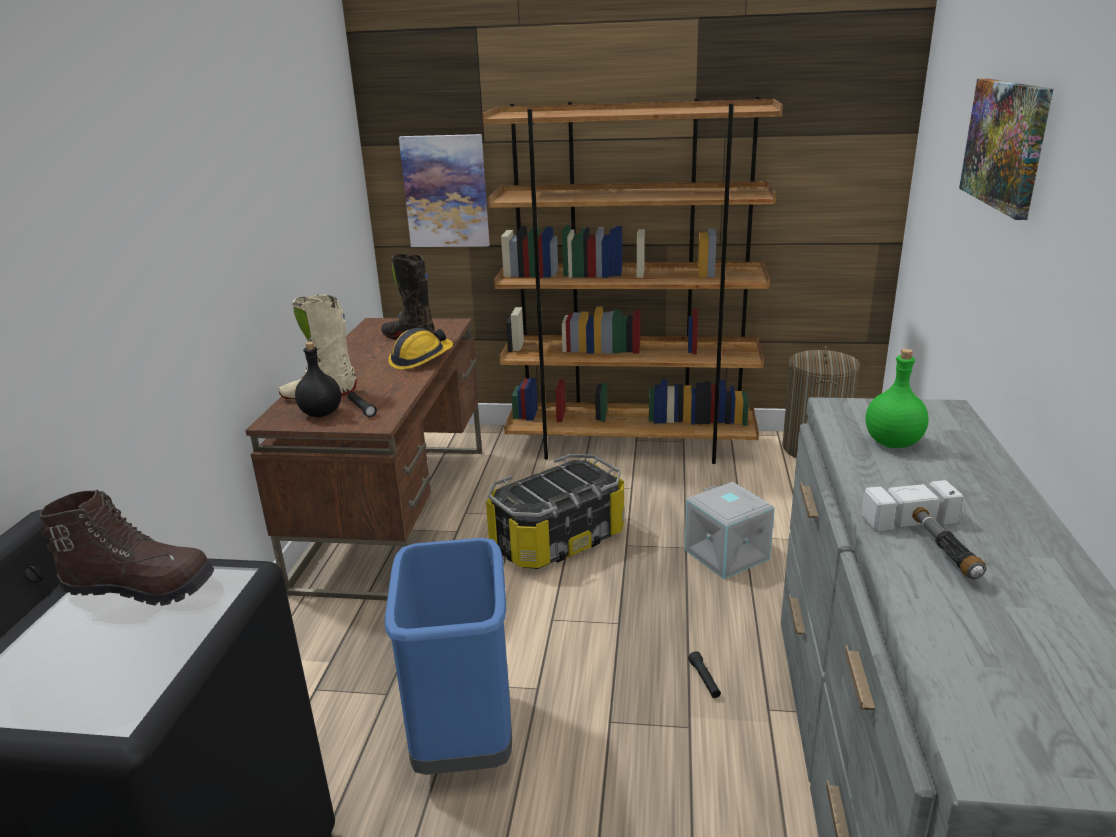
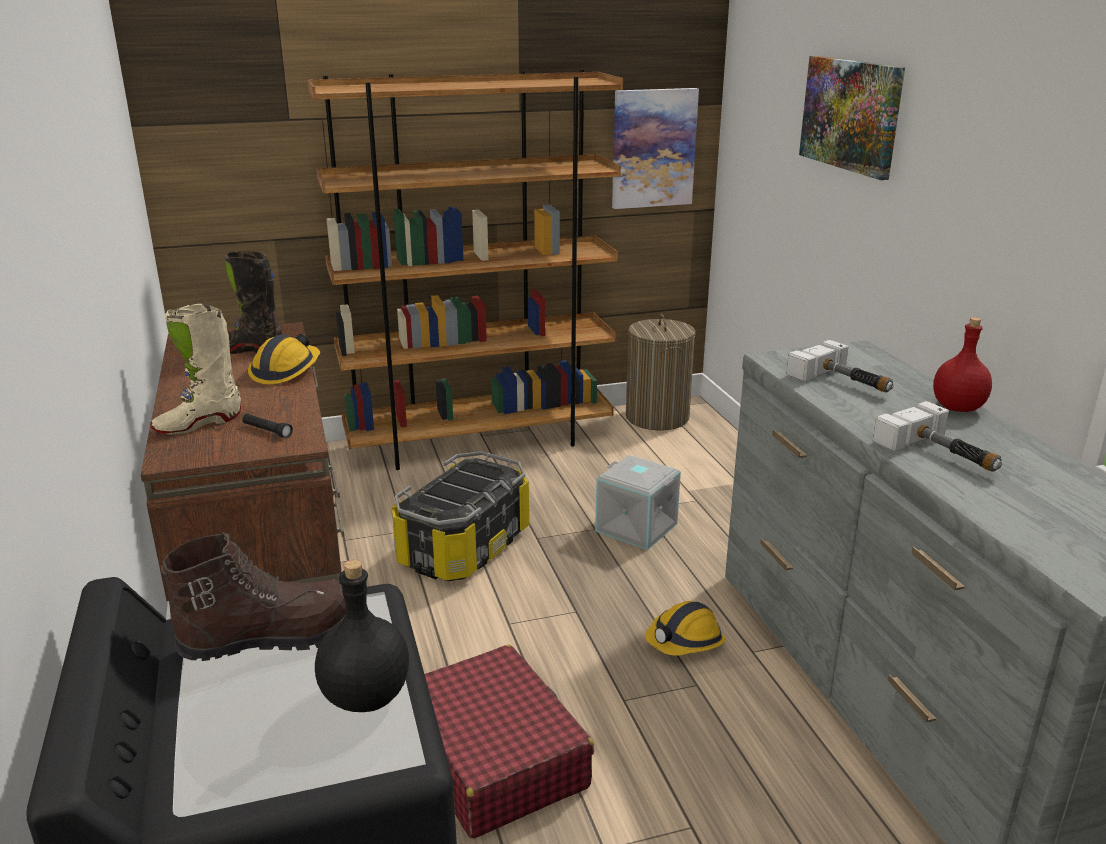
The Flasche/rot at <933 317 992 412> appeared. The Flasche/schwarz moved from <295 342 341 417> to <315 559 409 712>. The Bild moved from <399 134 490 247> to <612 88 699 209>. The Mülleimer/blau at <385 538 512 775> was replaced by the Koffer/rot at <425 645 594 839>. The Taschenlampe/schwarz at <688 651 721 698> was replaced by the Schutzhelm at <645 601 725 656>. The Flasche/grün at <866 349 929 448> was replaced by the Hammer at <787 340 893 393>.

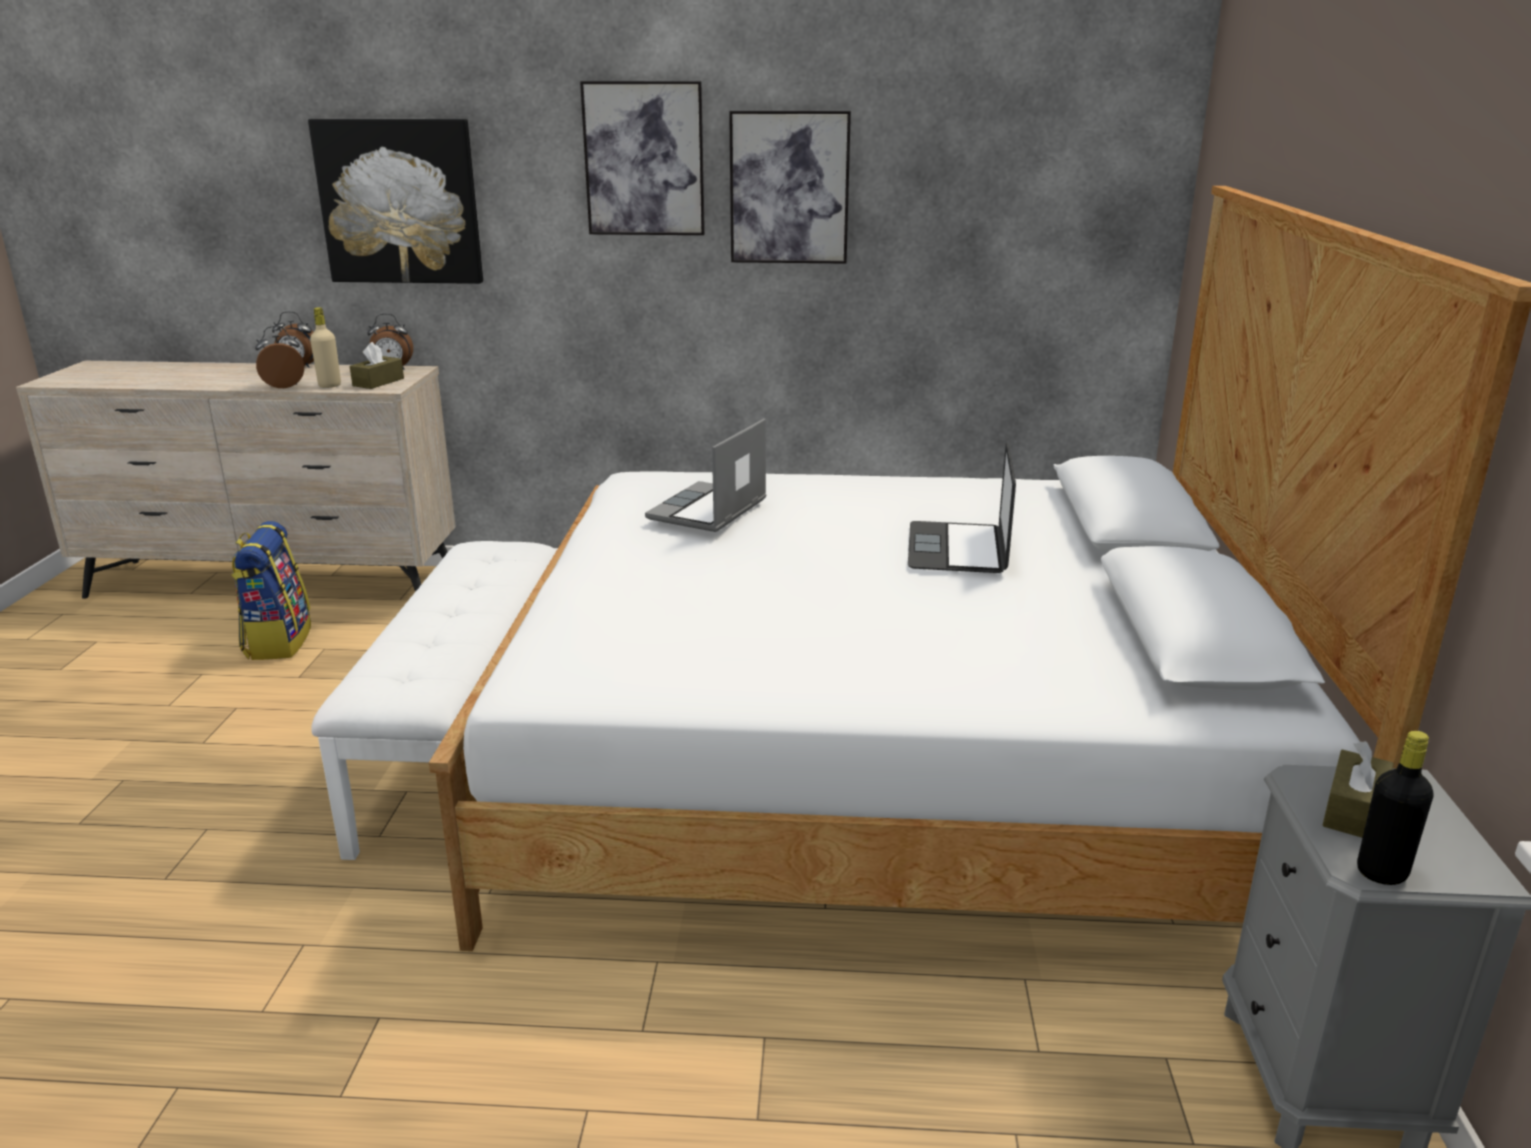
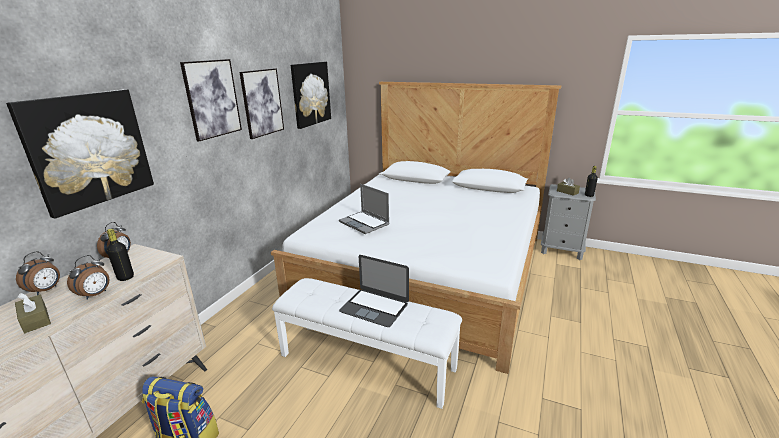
The Bild at <291 62 331 129> appeared. The Taschentuchbox/braun moved from <350 342 404 389> to <15 293 51 333>. The Laptop moved from <908 443 1016 573> to <339 255 409 327>. The Flasche/beige at <310 307 341 388> became the Flasche/schwarz at <107 229 134 281>. The Wecker at <255 326 304 388> turned 150 degrees counterclockwise.

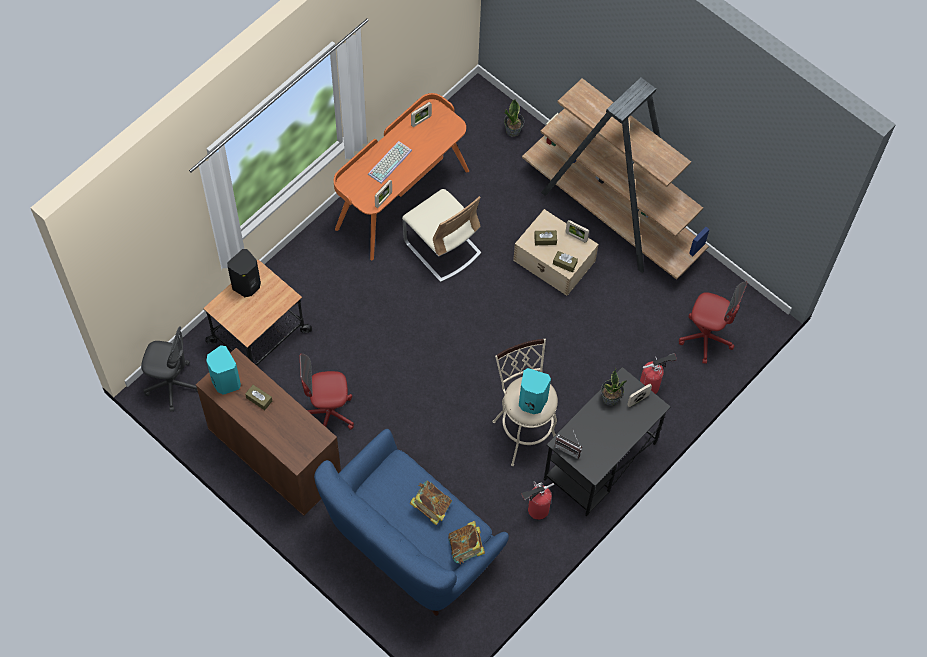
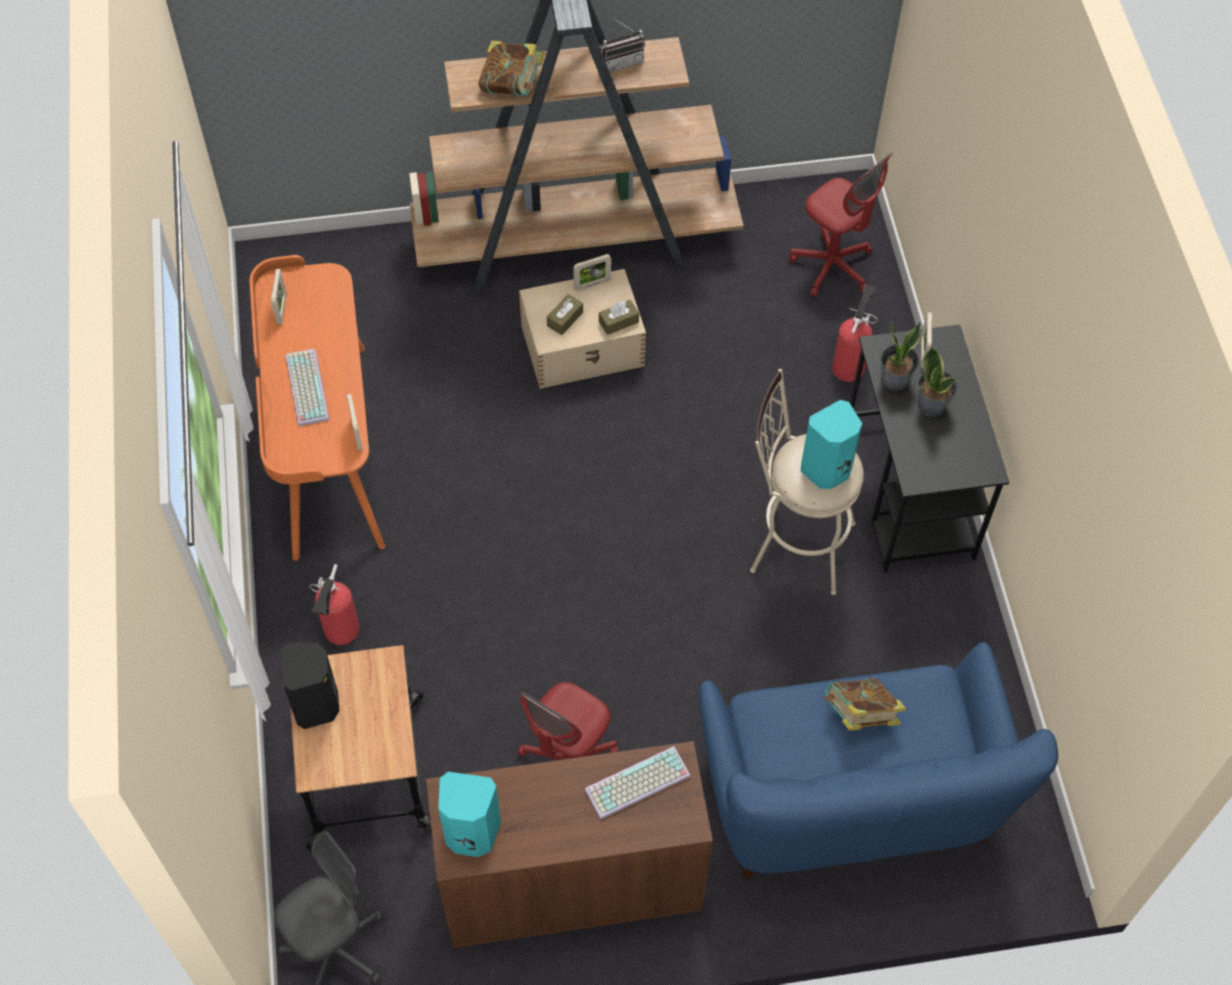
The Taschentuchbox/braun at <245 385 272 410> disappeared. The Stuhl/beige at <402 189 481 282> disappeared. The Tastatur at <584 746 691 820> appeared. The Buch moved from <448 521 485 565> to <478 41 545 96>. The Topfpflanze moved from <504 99 524 137> to <918 347 957 417>. The Feuerlöscher moved from <521 481 554 520> to <309 564 359 645>. The Radio moved from <555 428 582 459> to <601 17 645 72>. The Bürostuhl/rot at <679 281 747 364> turned 75 degrees clockwise.

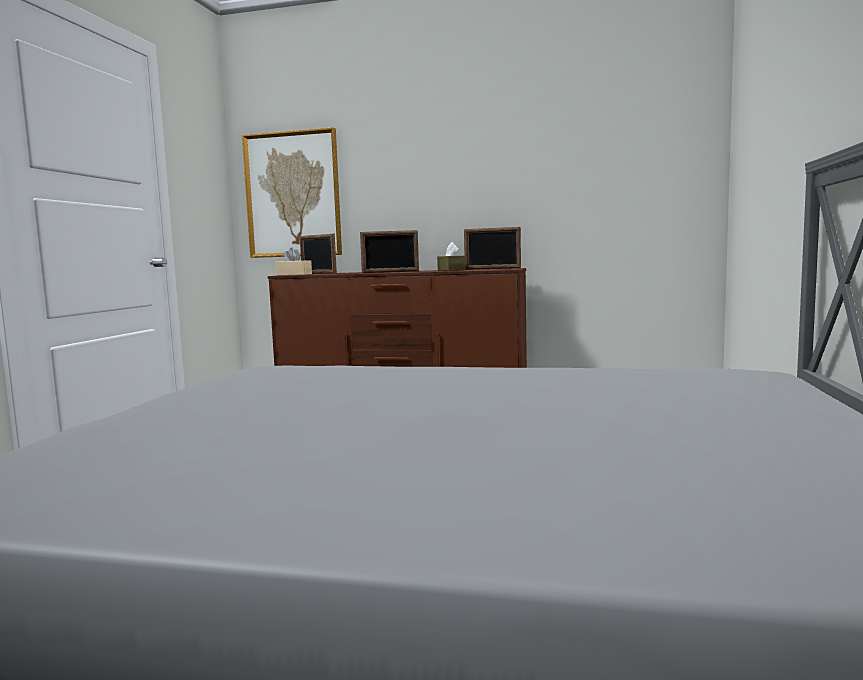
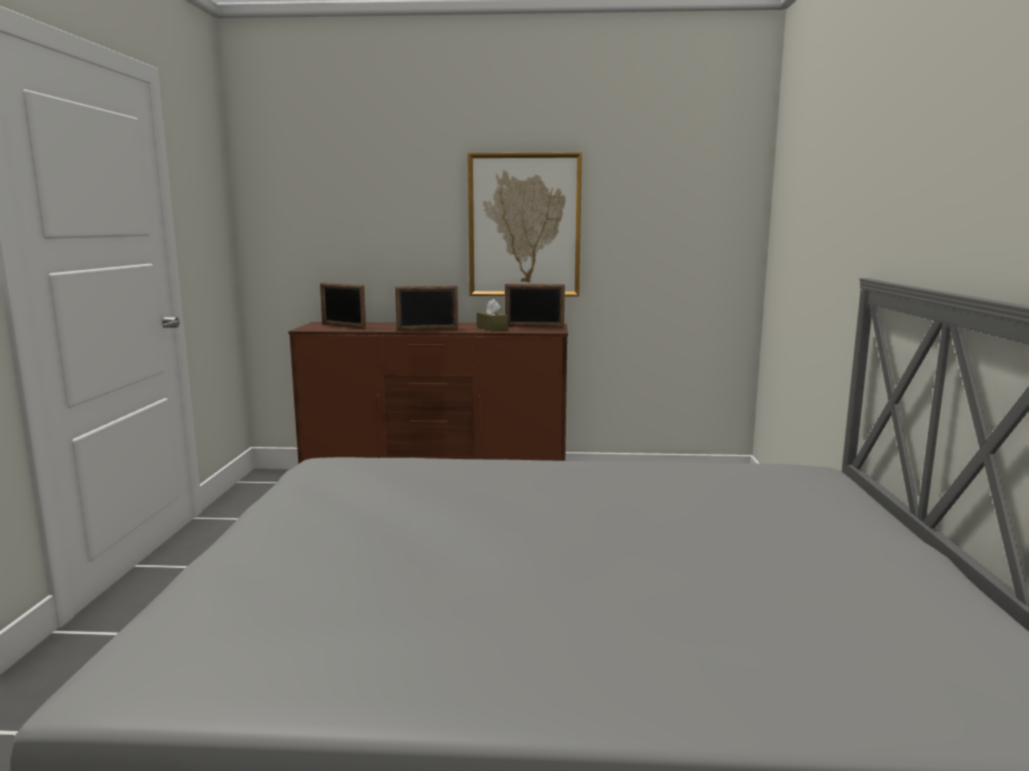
The Taschentuchbox/beige at <275 248 312 276> disappeared. The Bild moved from <242 127 342 258> to <468 152 582 296>.

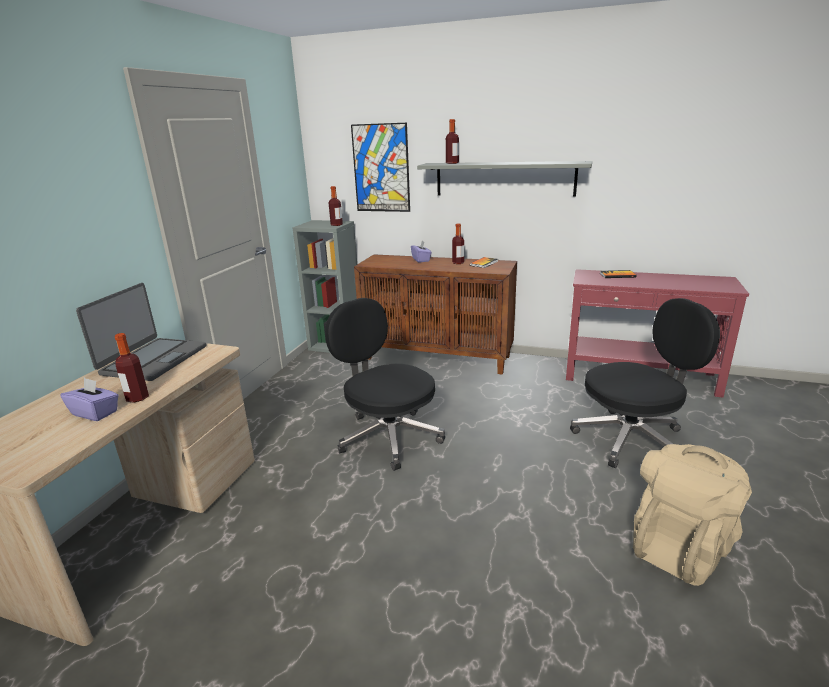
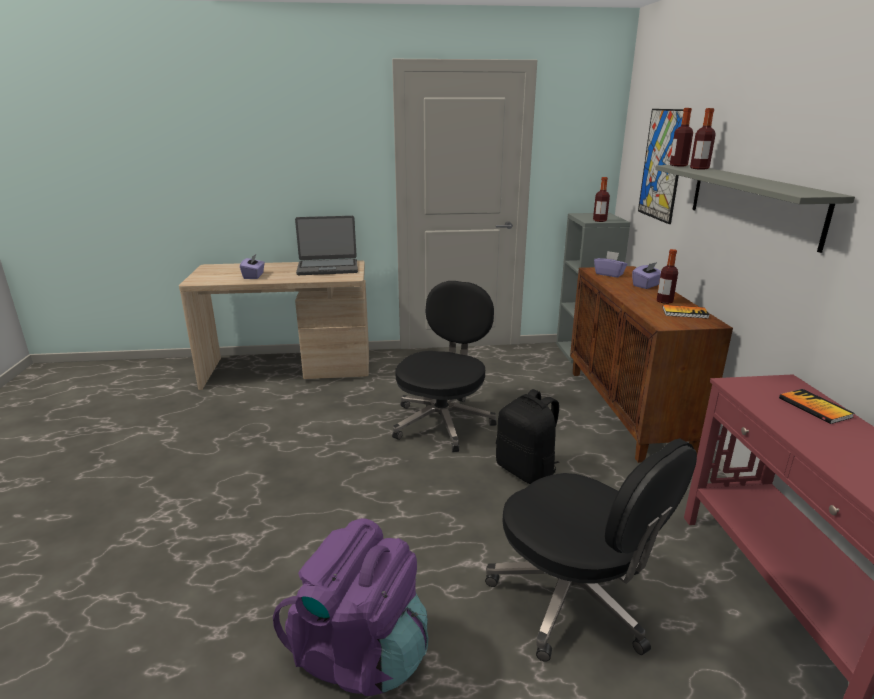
The Rucksack/schwarz at <496 389 559 484> appeared. The Taschentuchbox/lila at <594 251 628 278> appeared. The Flasche moved from <115 333 149 403> to <670 108 693 167>. The Rucksack/beige at <633 444 752 586> became the Rucksack/lila at <273 518 428 696>.

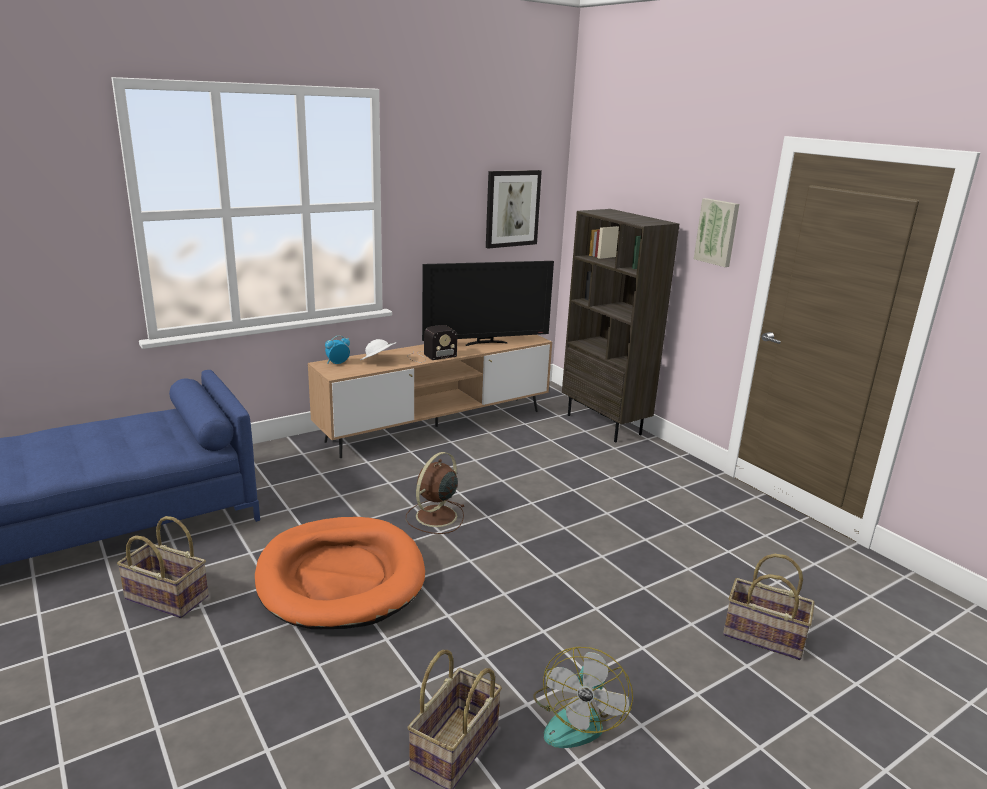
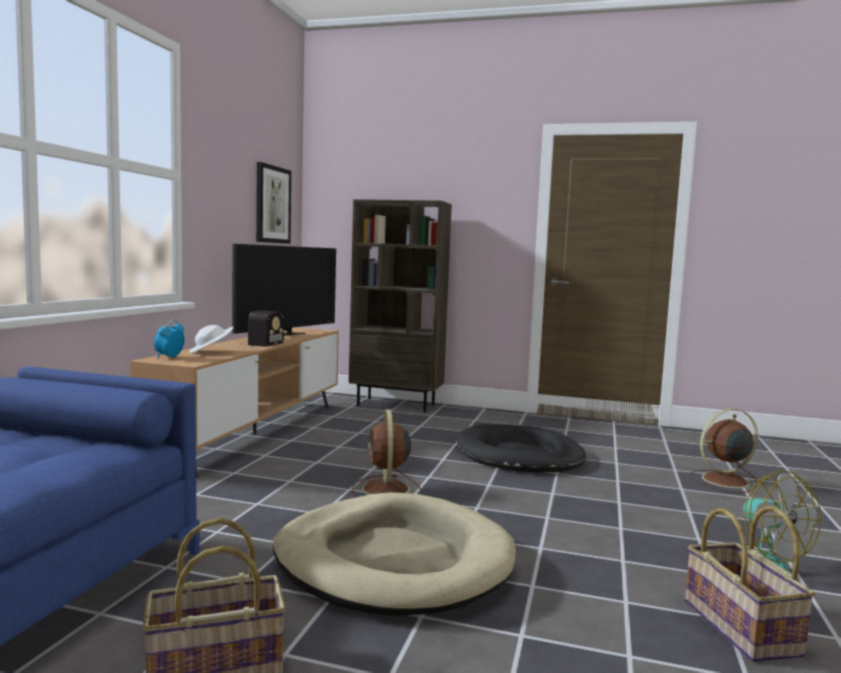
The Bild at <694 198 739 267> disappeared. The Hundebett/schwarz at <457 424 586 473> appeared. The Korb at <723 554 815 660> was replaced by the Ventilator/braun at <689 409 763 493>. The Hundebett/orange at <255 517 425 629> became the Hundebett/beige at <273 492 516 616>.

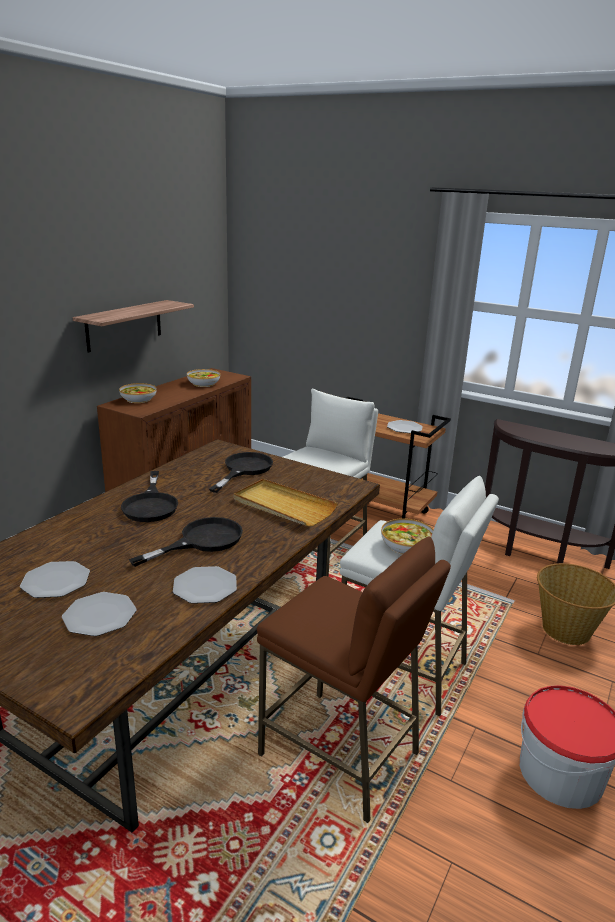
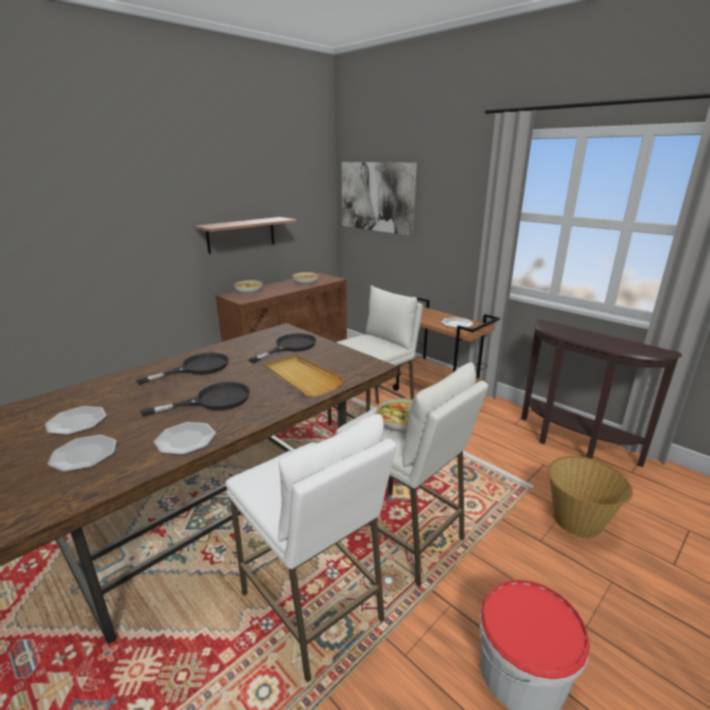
The Bild at <342 162 417 236> appeared. The Hocker/braun at <257 537 451 823> became the Hocker/weiß at <226 414 396 683>. The Pfanne/schwarz at <121 471 178 522> turned 135 degrees counterclockwise.

